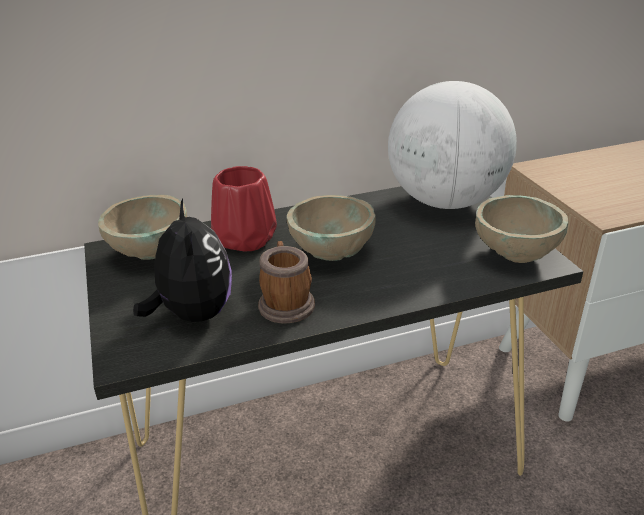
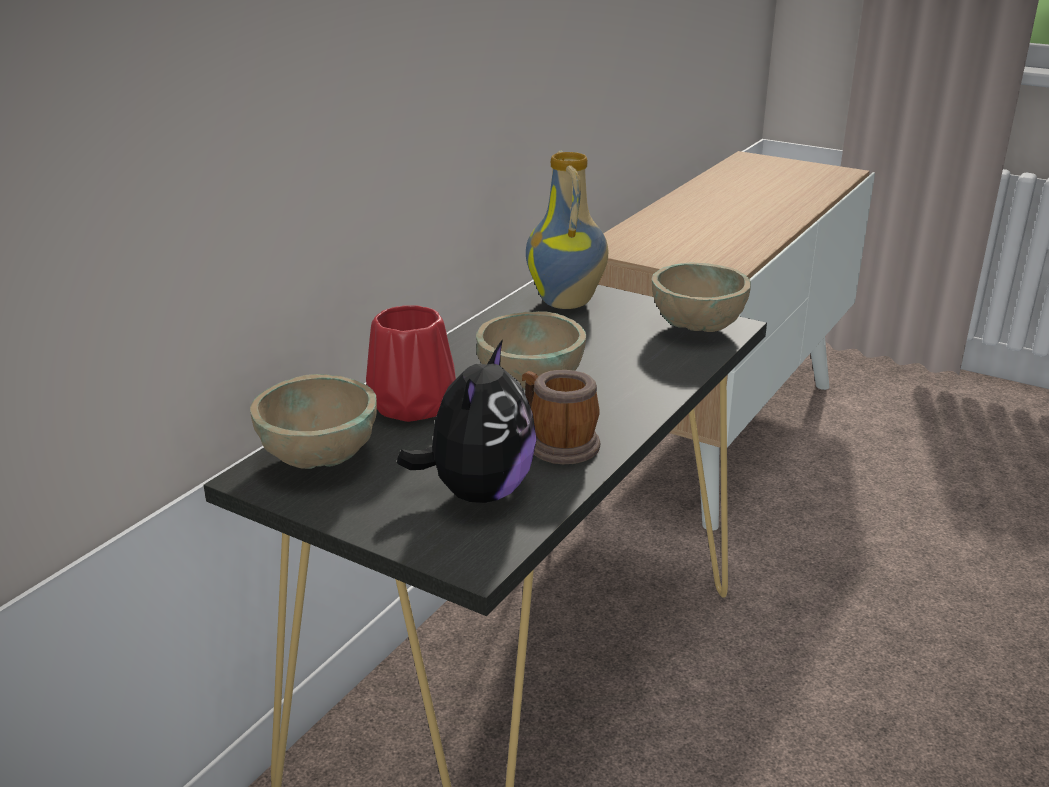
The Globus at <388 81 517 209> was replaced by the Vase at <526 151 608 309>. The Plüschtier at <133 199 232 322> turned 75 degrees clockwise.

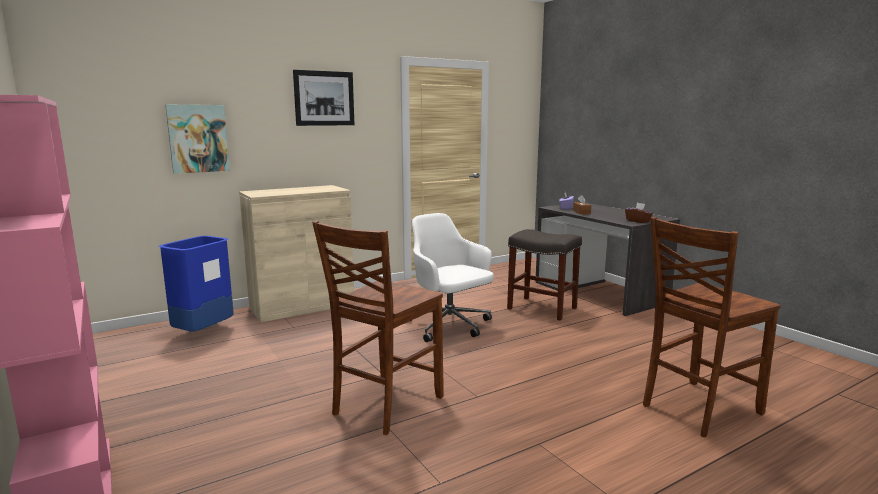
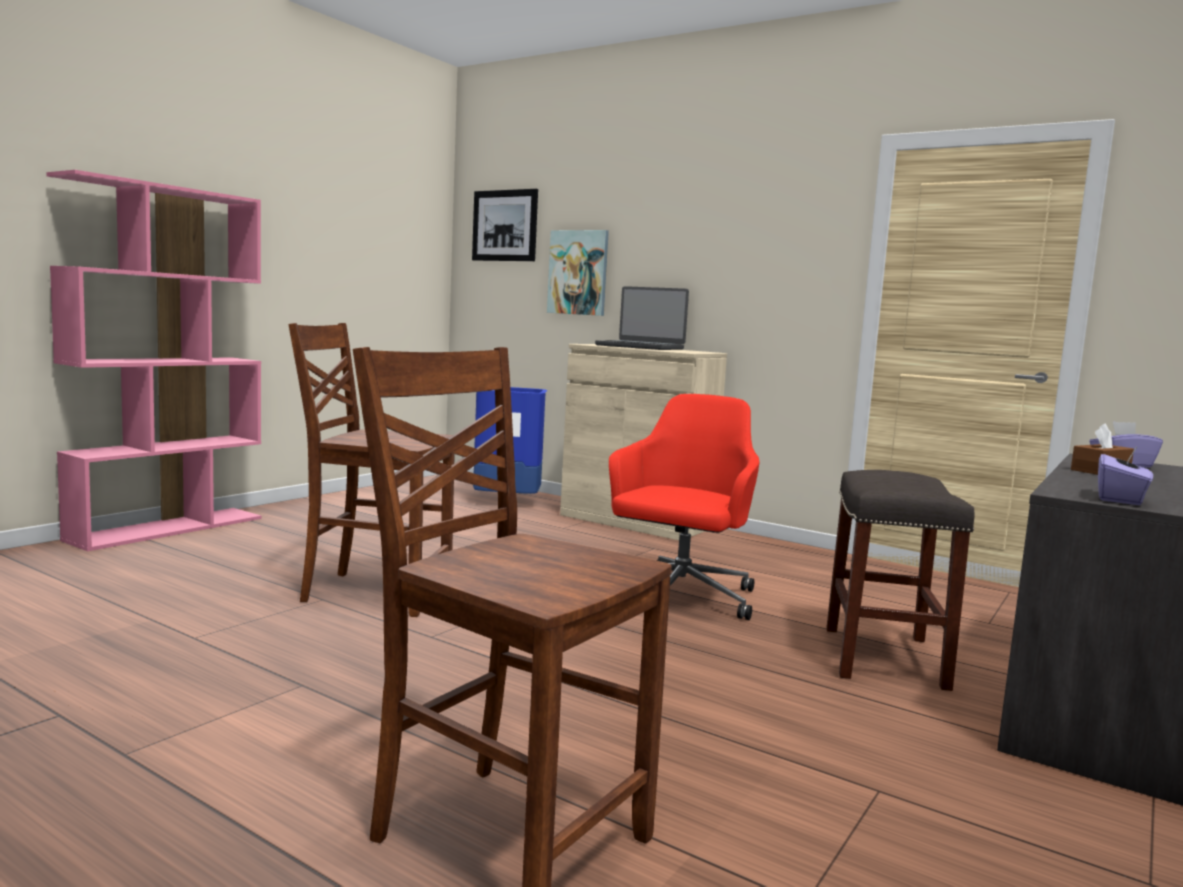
The Laptop at <595 286 689 350> appeared. The Bild moved from <293 70 355 126> to <472 189 538 261>. The Bürostuhl/weiß at <411 213 494 342> became the Bürostuhl/rot at <609 394 760 620>. The Taschentuchbox/braun at <625 203 653 223> became the Taschentuchbox/lila at <1098 445 1153 505>.

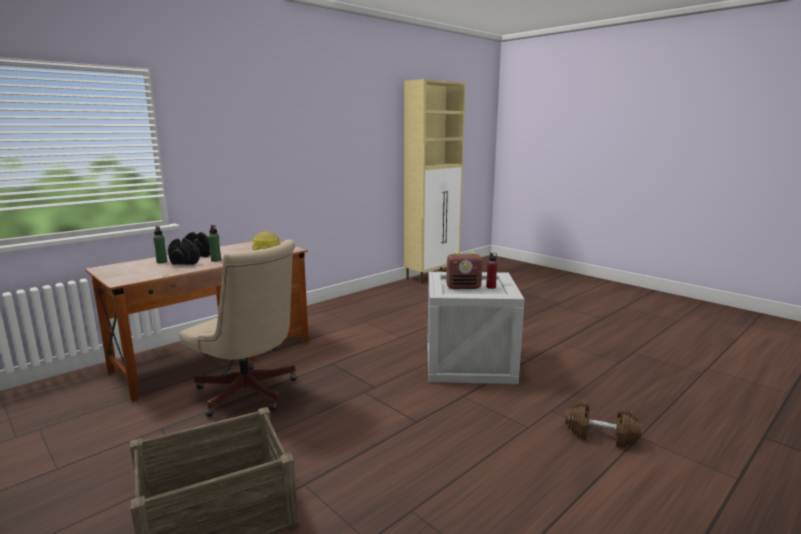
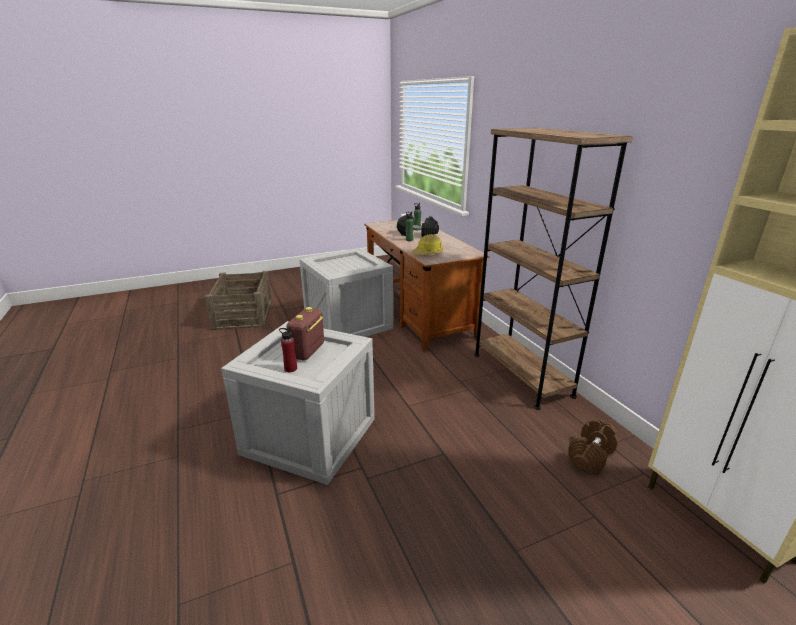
The Bücherregal/braun at <474 128 633 410> appeared. The Hantel/braun moved from <565 400 641 448> to <568 419 619 473>. The Bürostuhl/beige at <179 239 297 417> was replaced by the Kiste at <299 248 393 337>.

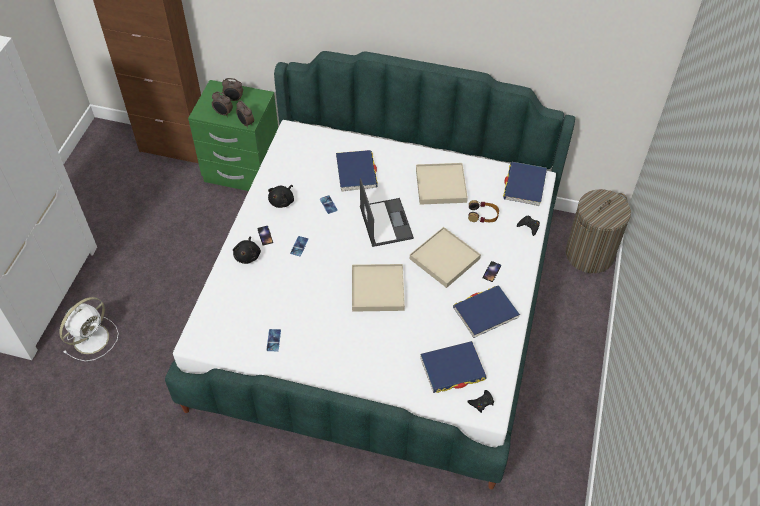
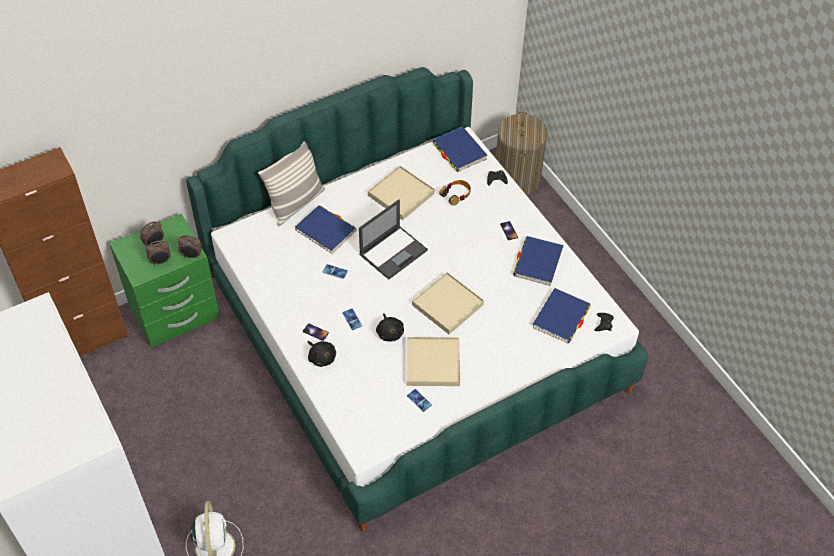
The Kissen at <258 142 325 227> appeared. The Plüschtier/schwarz moved from <268 185 294 208> to <376 313 404 342>. The Tablett/beige moved from <410 227 481 288> to <407 337 460 386>. The Laptop at <360 178 414 247> turned 105 degrees clockwise.

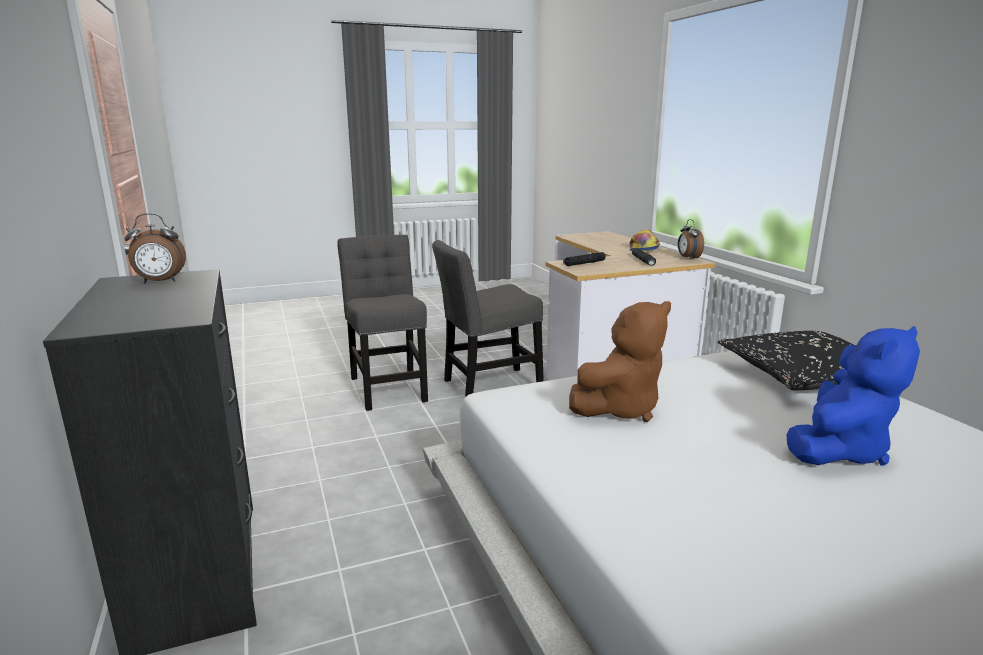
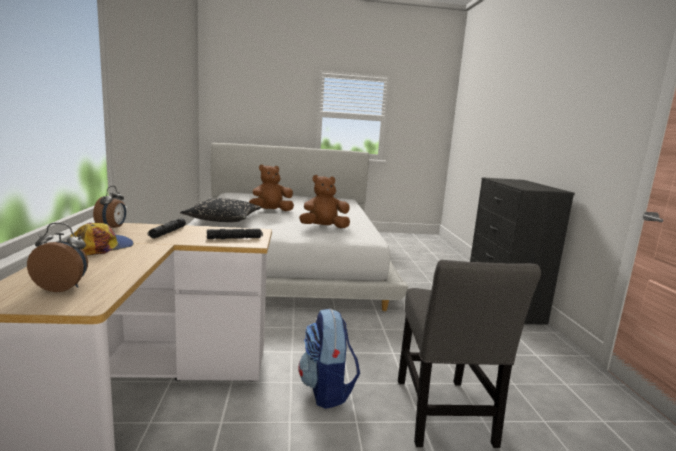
The Wecker moved from <125 213 186 284> to <27 223 88 292>. The Stuhl/grau at <432 240 544 397> was replaced by the Rucksack at <298 309 360 409>. The Plüschtier/blau at <786 326 920 466> became the Plüschtier/braun at <249 165 294 211>.

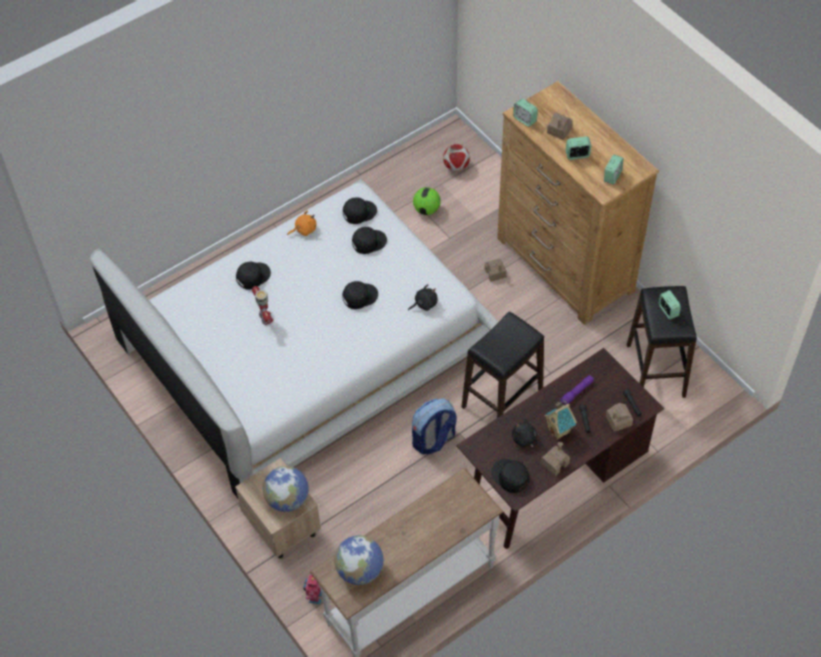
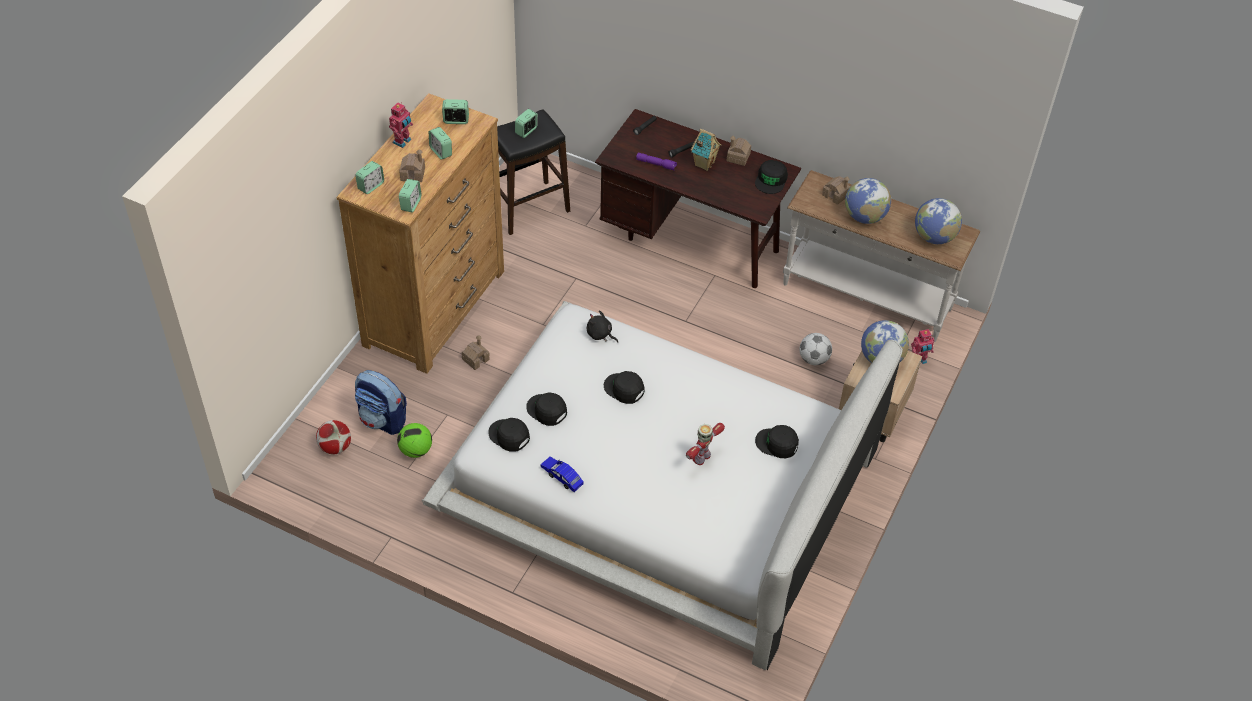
The Hocker/schwarz at <461 312 544 418> disappeared. The Plüschtier/schwarz at <512 419 545 447> disappeared. The Wecker at <355 161 384 194> appeared. The Spielzeugroboter at <389 102 413 148> appeared. The Fußball at <799 333 832 365> appeared. The Globus at <845 178 891 224> appeared. The Kappe/schwarz moved from <236 261 271 289> to <755 425 799 458>. The Rucksack moved from <412 398 457 454> to <355 370 407 435>. The Spielzeughaus moved from <606 403 633 432> to <822 176 850 205>. The Plüschtier/orange at <287 210 317 236> was replaced by the Spielzeugauto/blau at <540 457 584 492>.

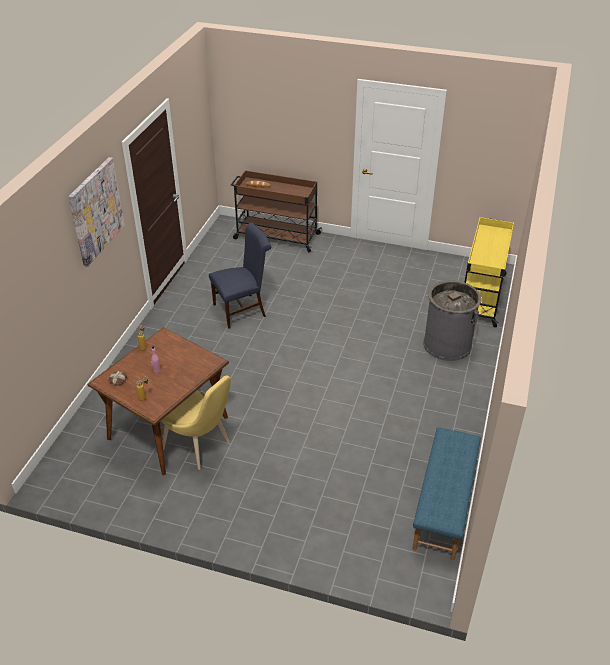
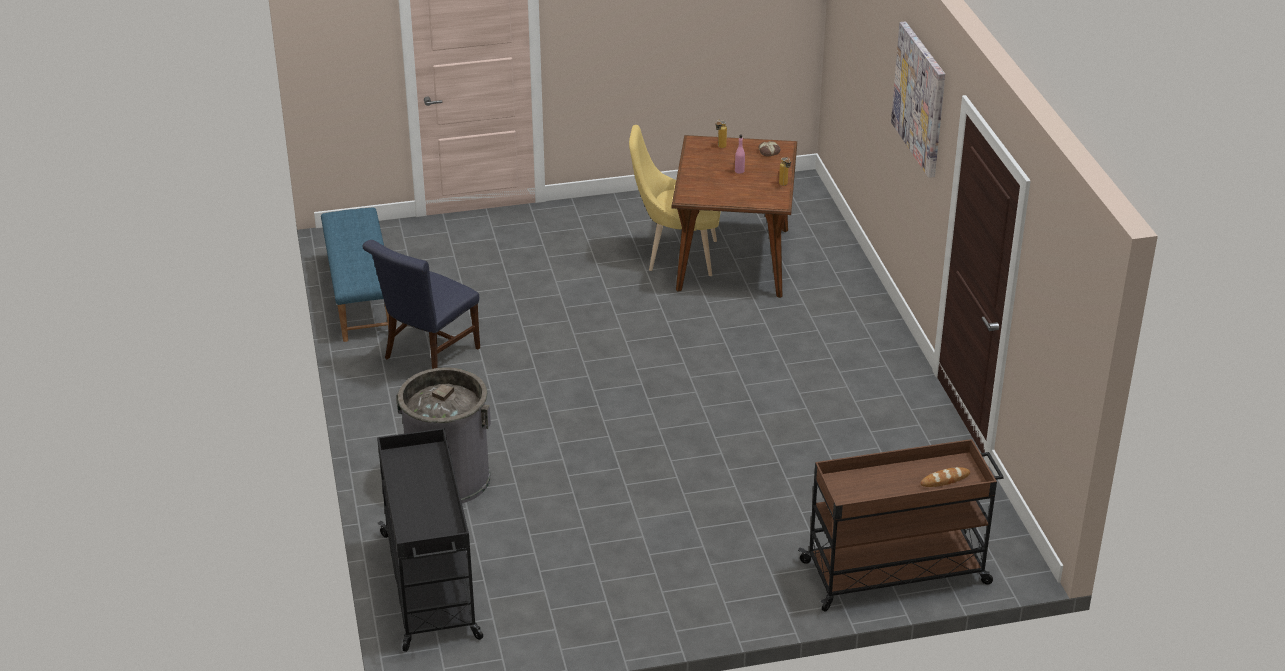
The Stuhl/blau moved from <209 222 271 329> to <362 240 480 369>. The Rollwagen/gelb at <464 217 514 328> became the Rollwagen/schwarz at <377 428 483 652>.

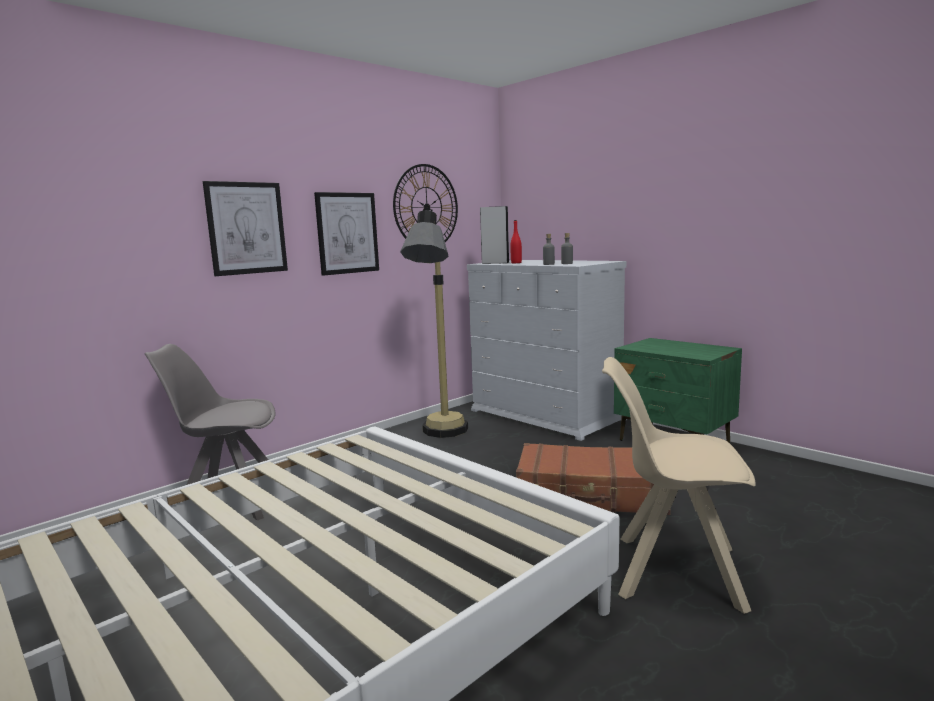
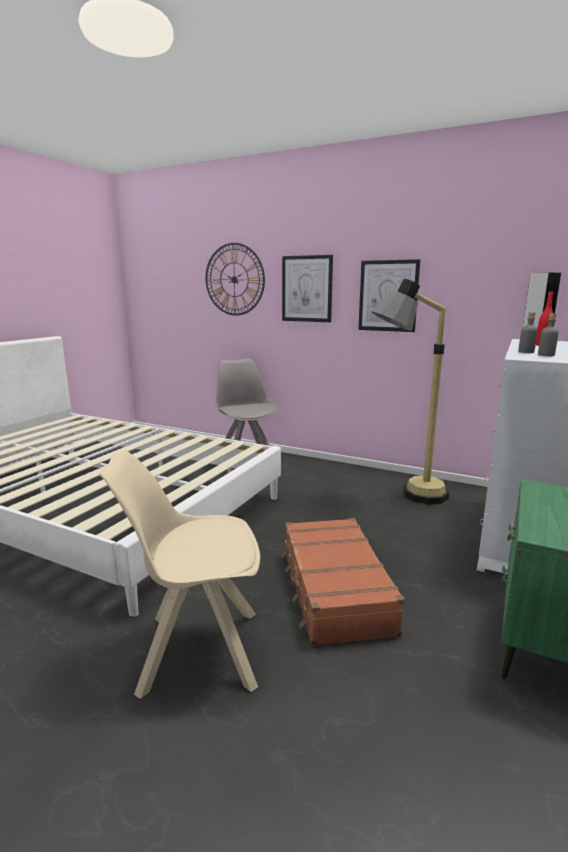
The Wanduhr moved from <393 164 458 242> to <206 243 265 315>. The Stuhl/beige at <602 357 756 614> turned 90 degrees counterclockwise.

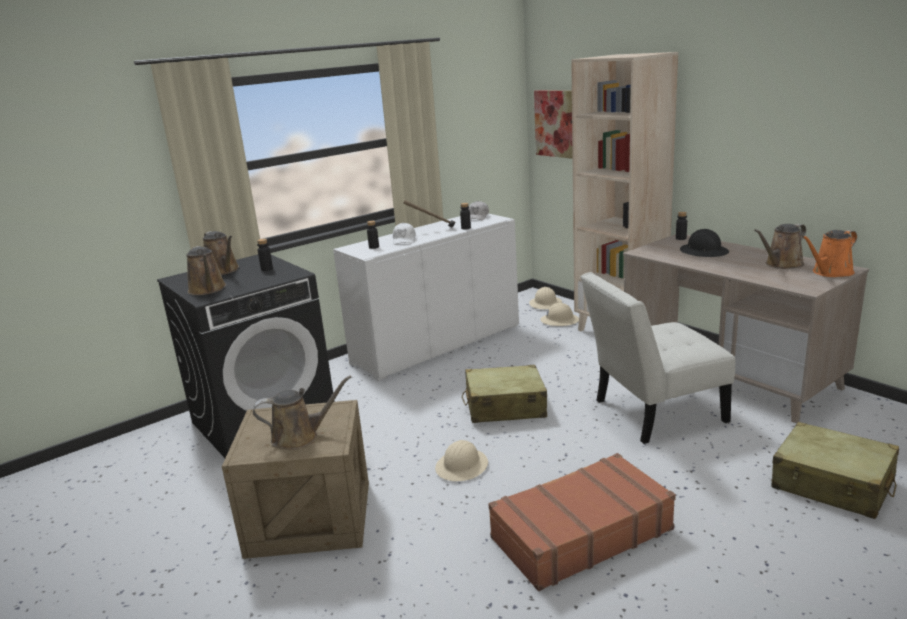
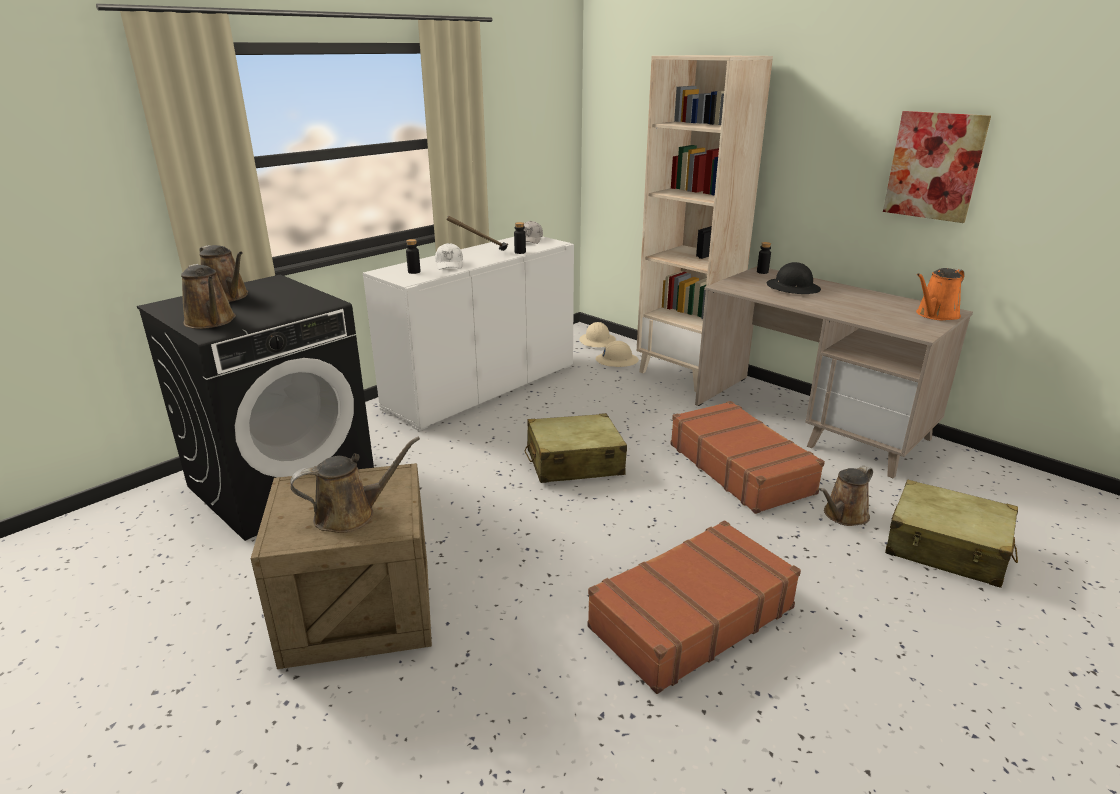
The Flasche/schwarz at <257 239 273 271> disappeared. The Schutzhelm/beige at <435 440 488 481> disappeared. The Bild moved from <534 90 573 159> to <883 111 991 223>. The Gießkanne/braun moved from <754 224 806 269> to <819 466 873 526>. The Stuhl/weiß at <581 272 735 444> was replaced by the Koffer/braun at <670 401 825 514>.

